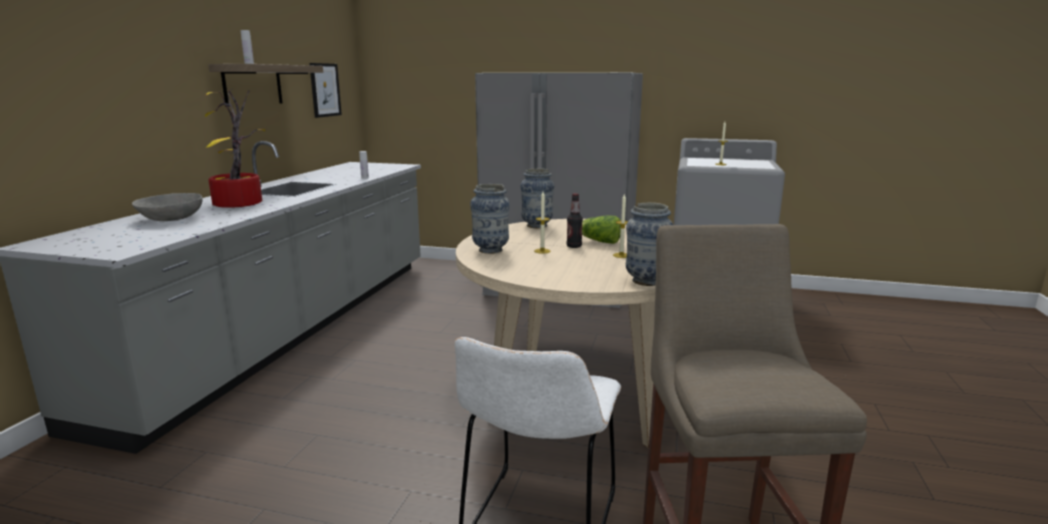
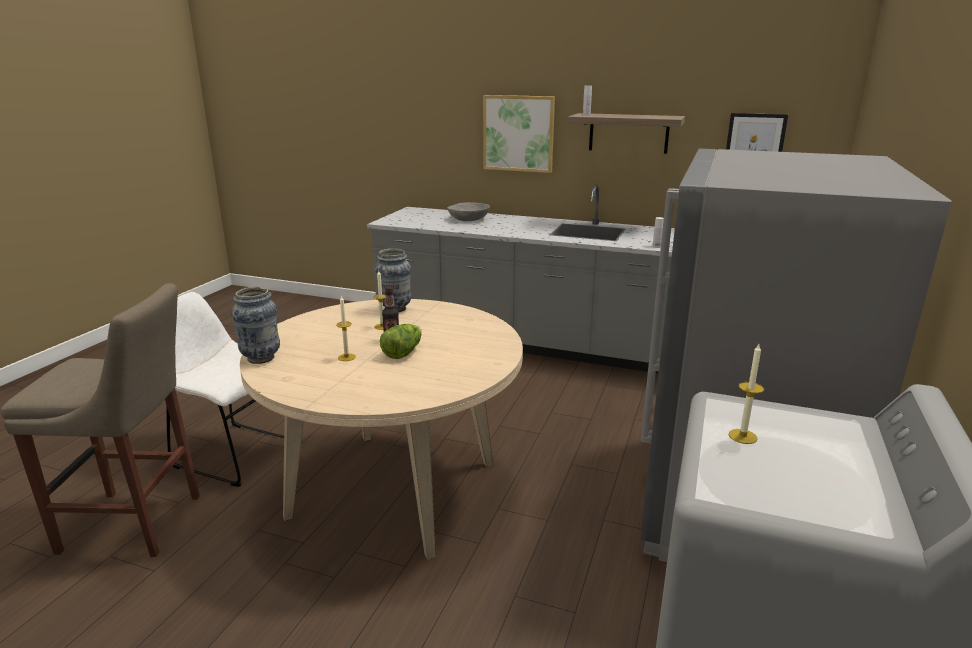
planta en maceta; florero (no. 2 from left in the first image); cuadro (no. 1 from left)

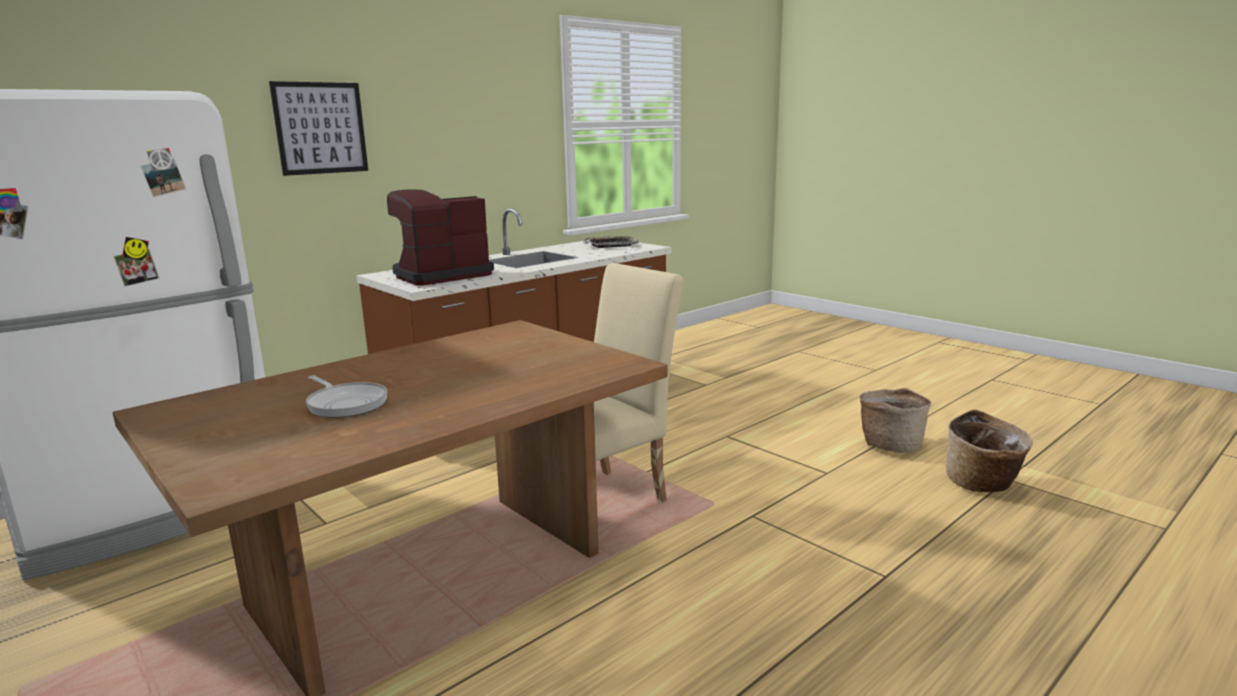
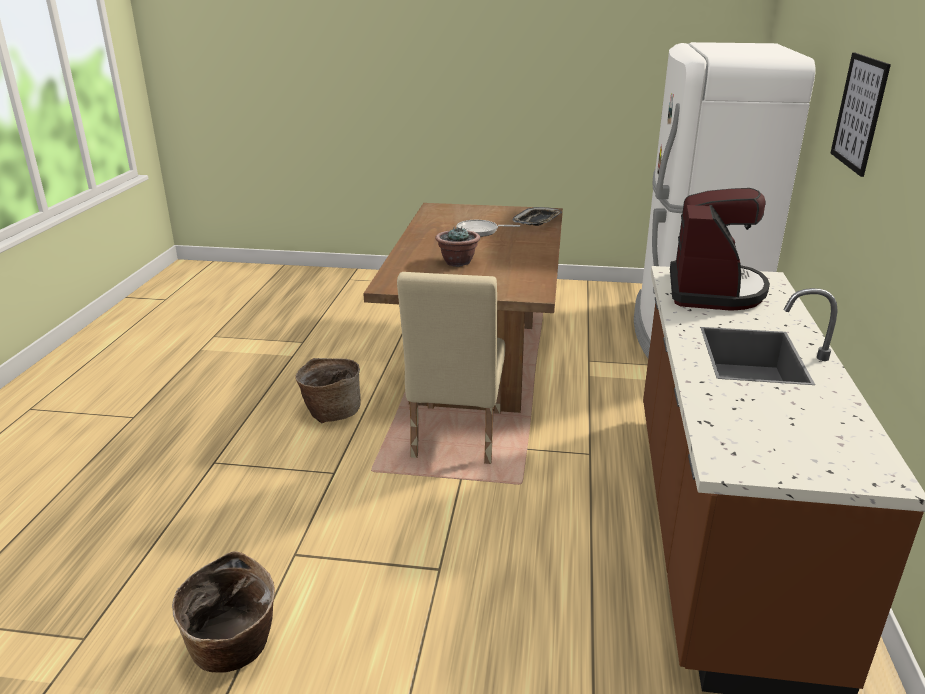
bandeja; cesta (no. 2 from left); planta en maceta

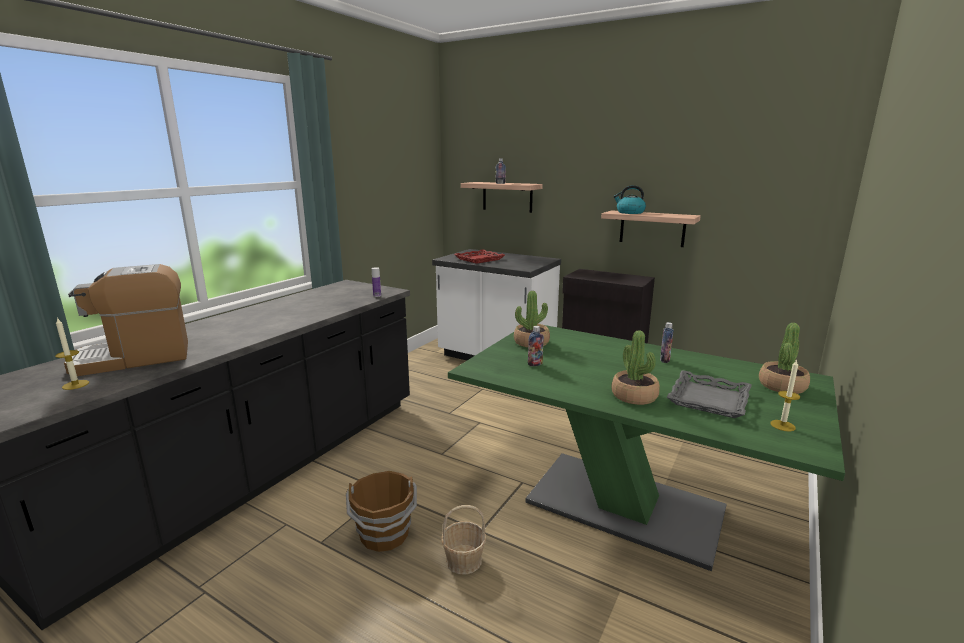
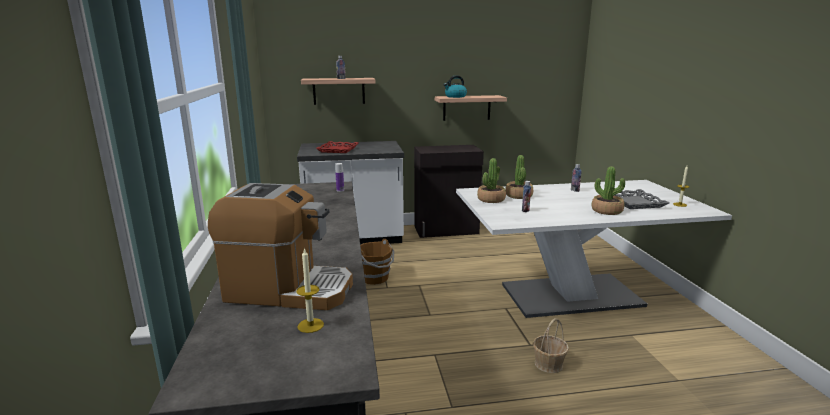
cafetera; cubo [marrón]; mesa de comedor [blanco]; planta en maceta (no. 2 from left)

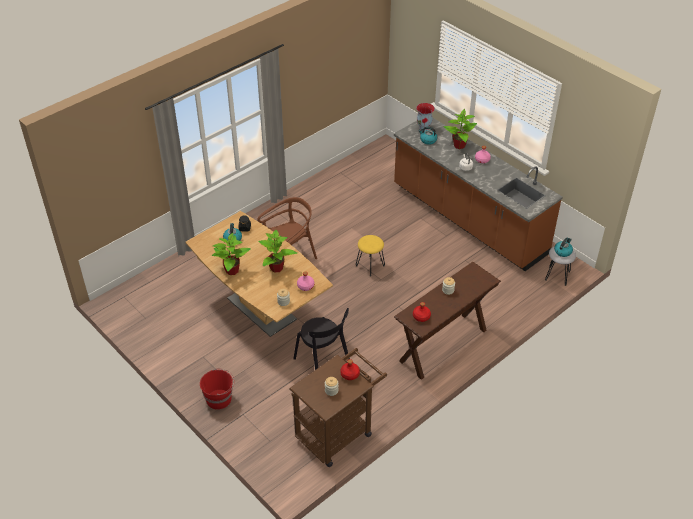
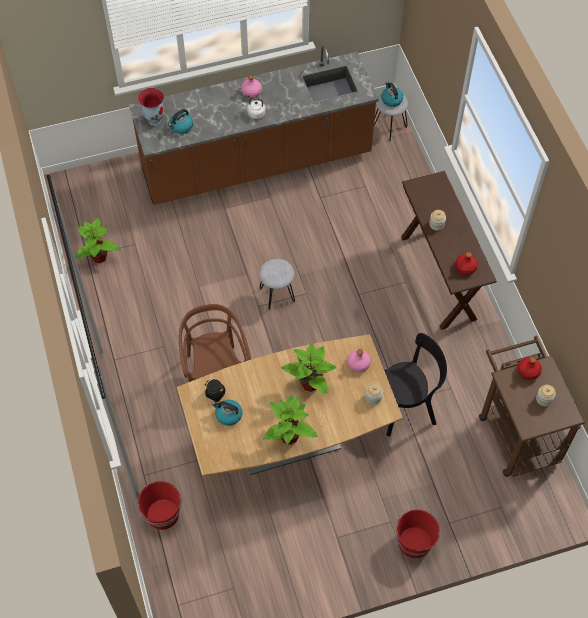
taburete [gris] (no. 1 from left); planta en maceta (no. 1 from left); cubo [rojo] (no. 1 from left)

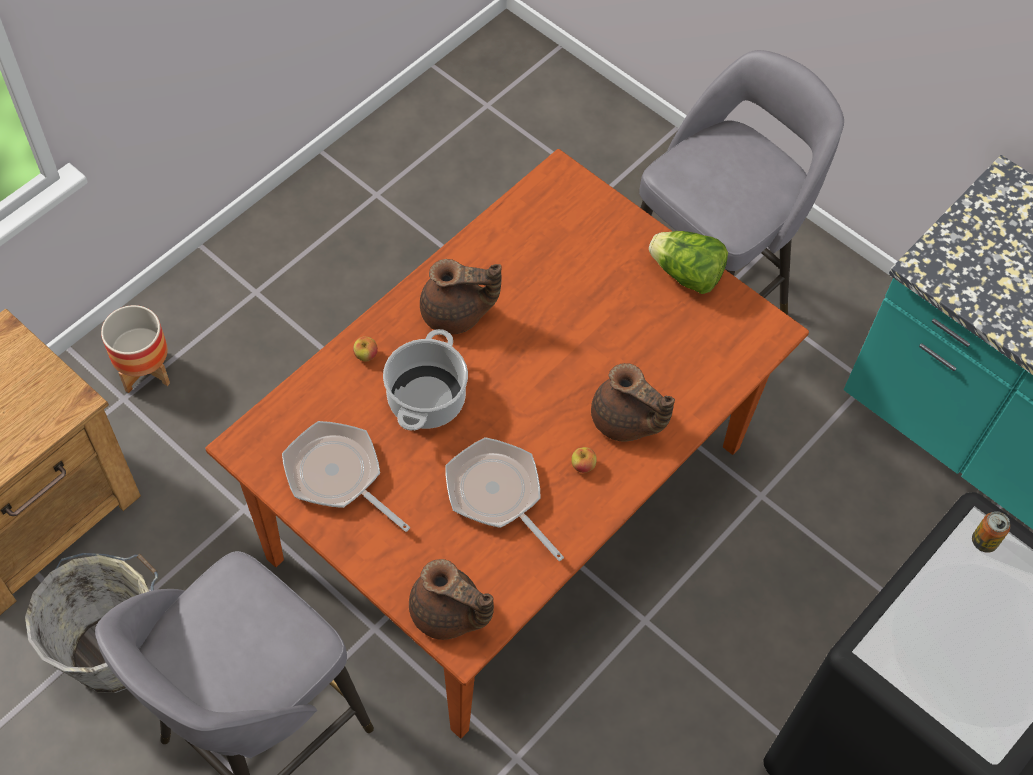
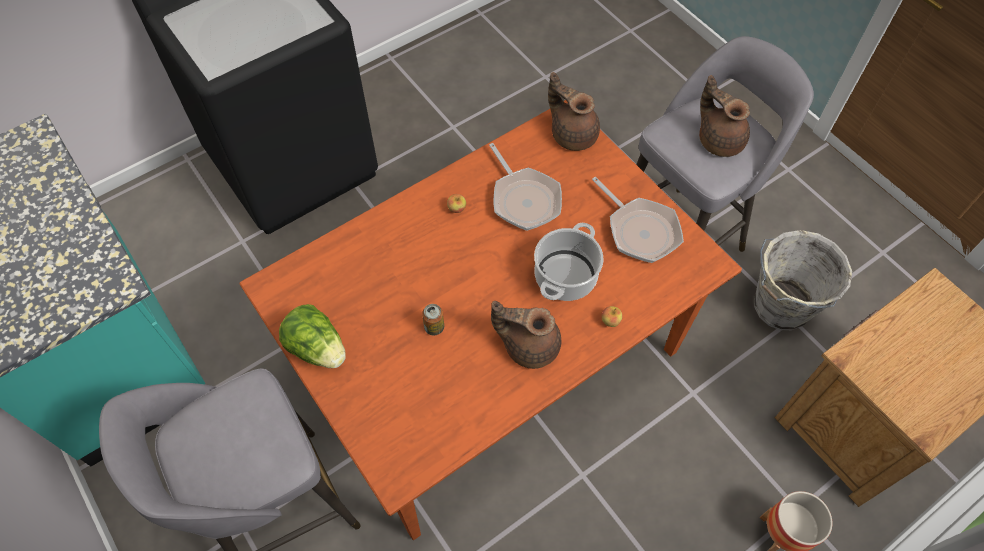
tetera [marrón] (no. 3 from left); lata

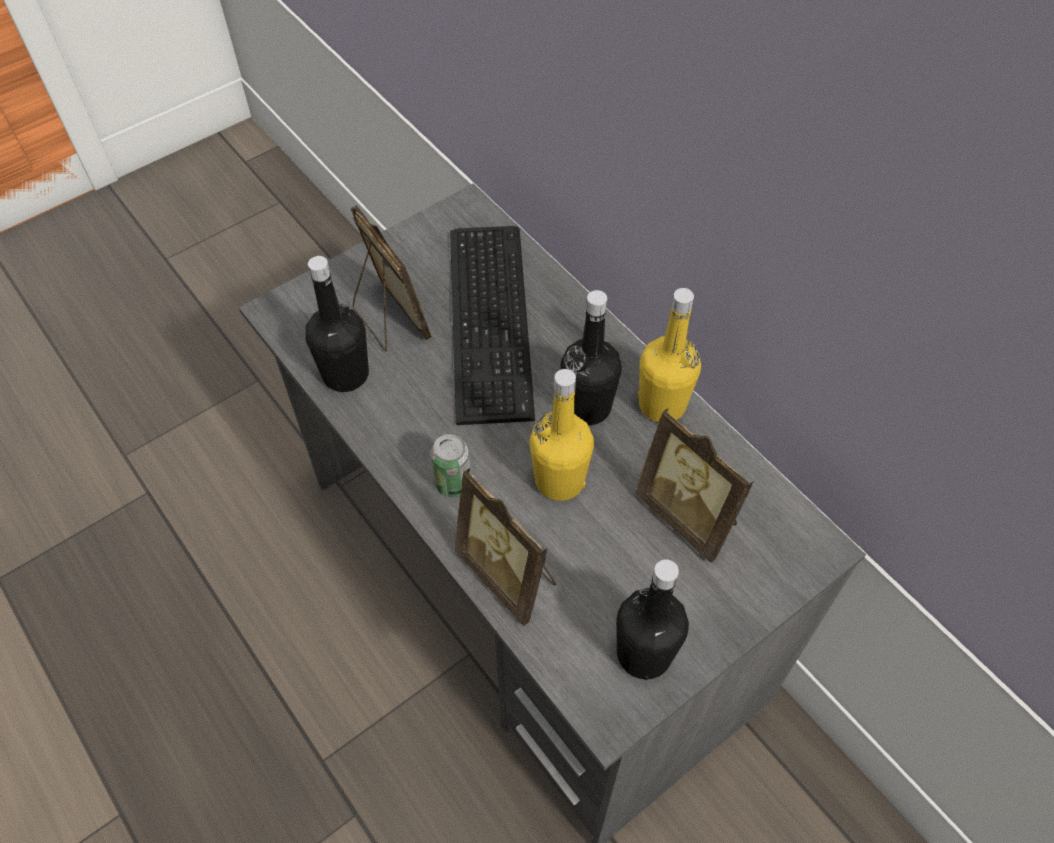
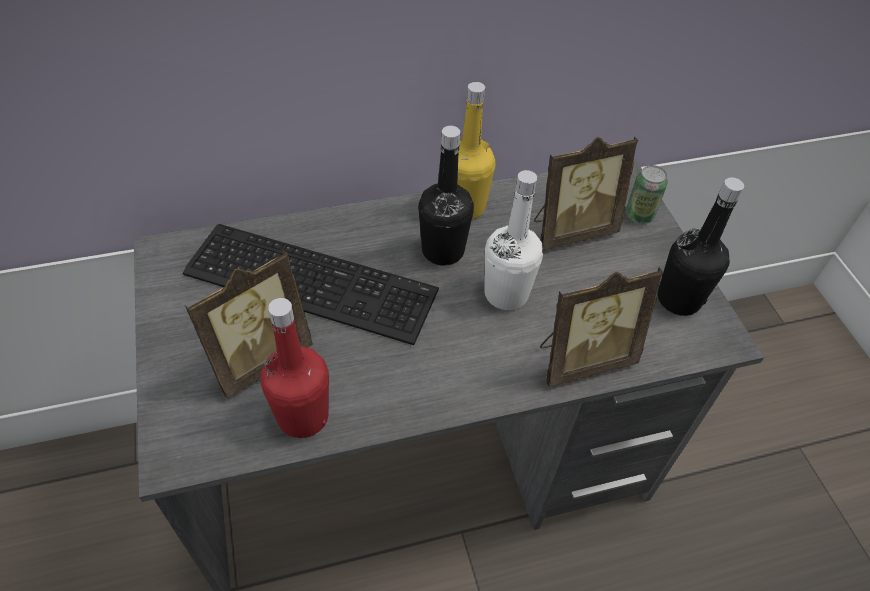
botella [rojo]; portarretratos (no. 1 from left); lata; botella [blanco]

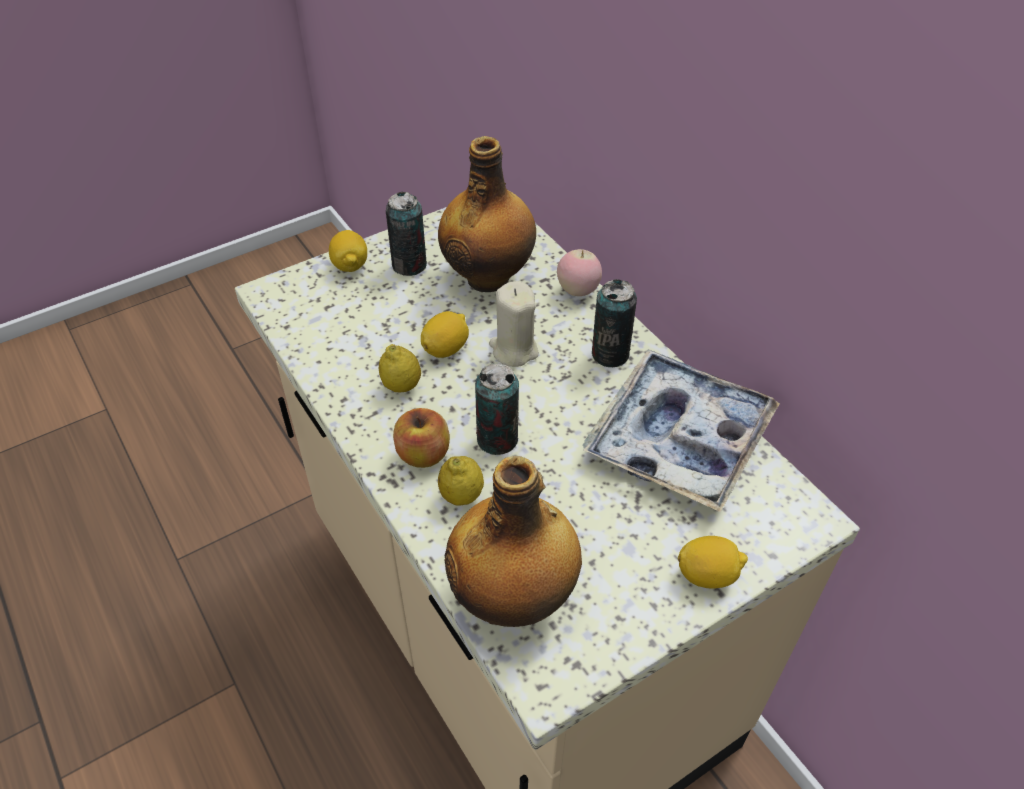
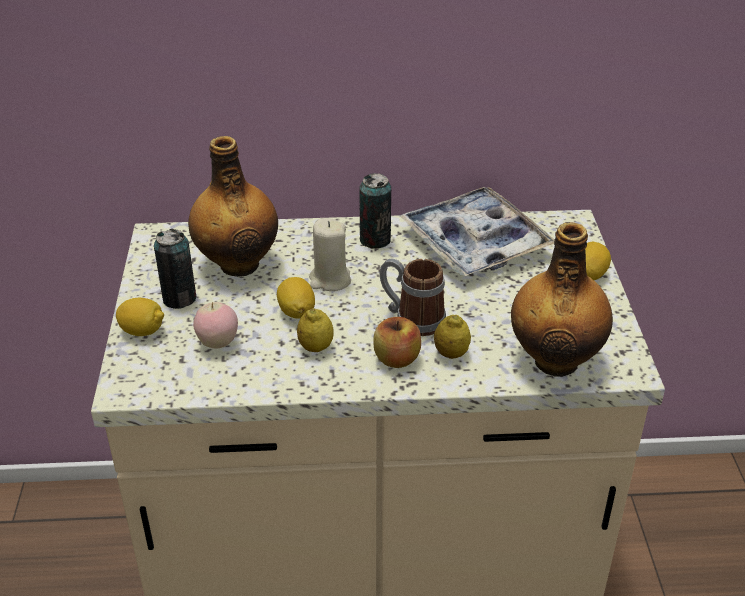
taza grande; manzana (no. 1 from left)

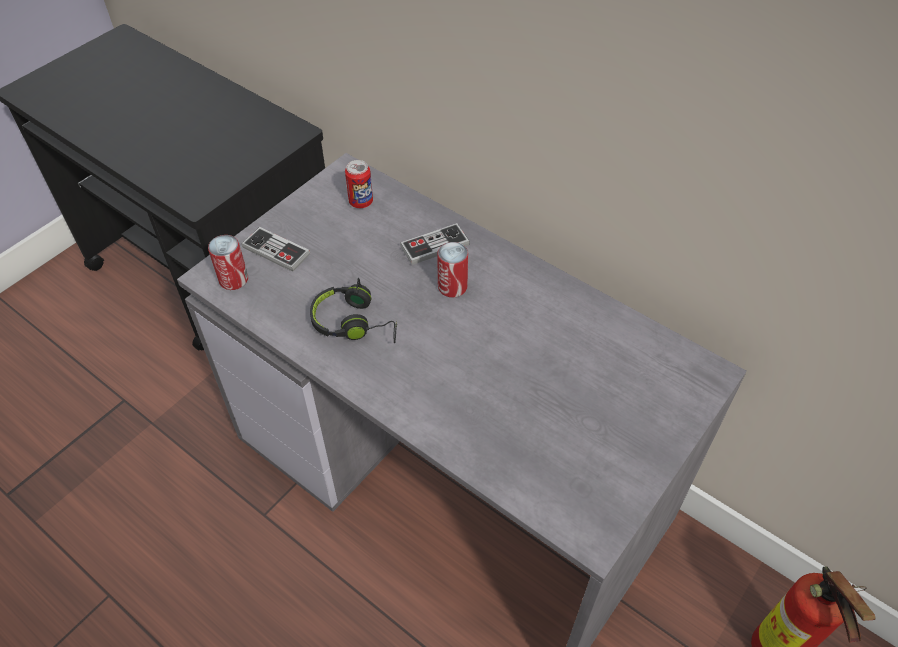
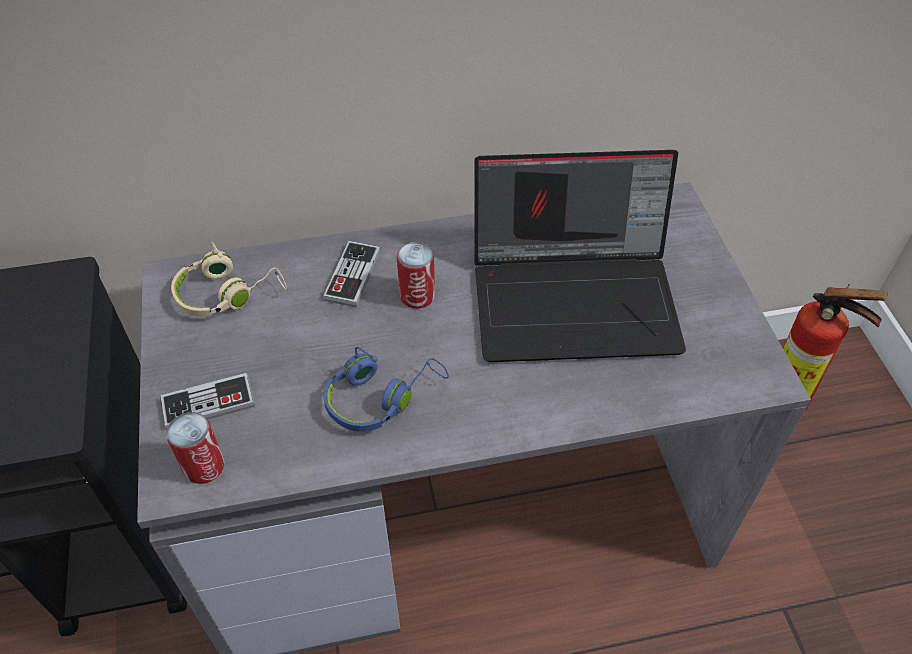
auriculares [azul]; auriculares [beis]; portátil

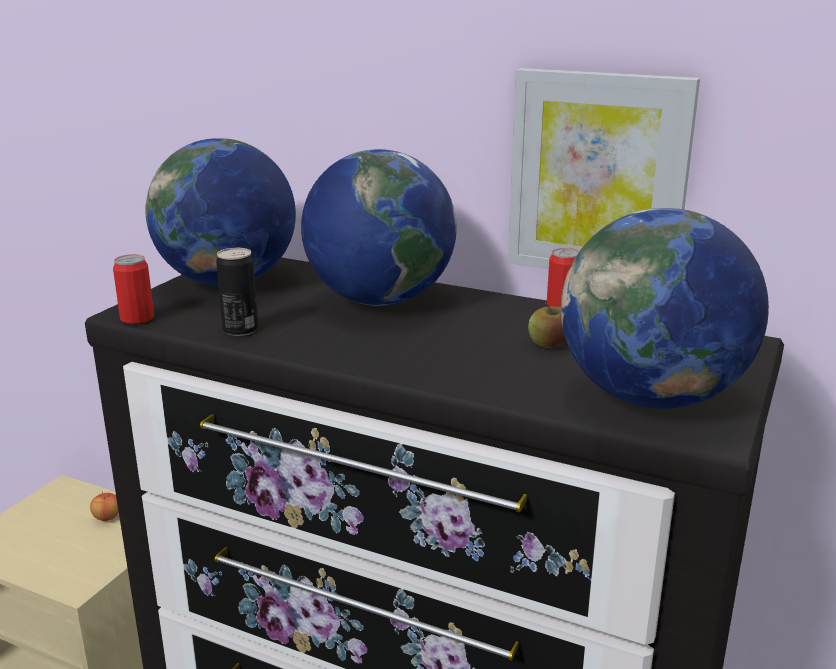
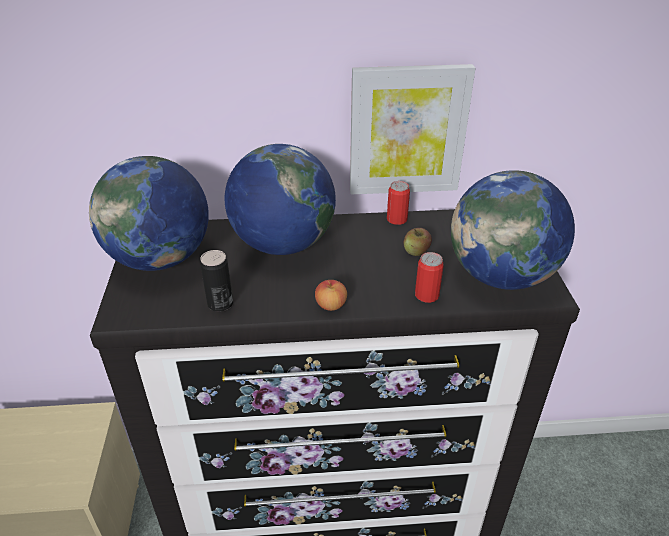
manzana (no. 1 from left); lata (no. 3 from left)

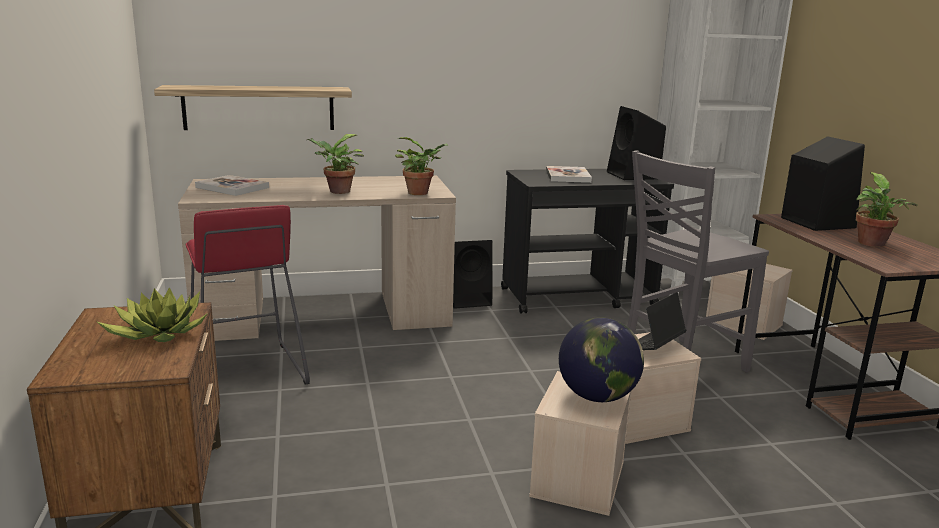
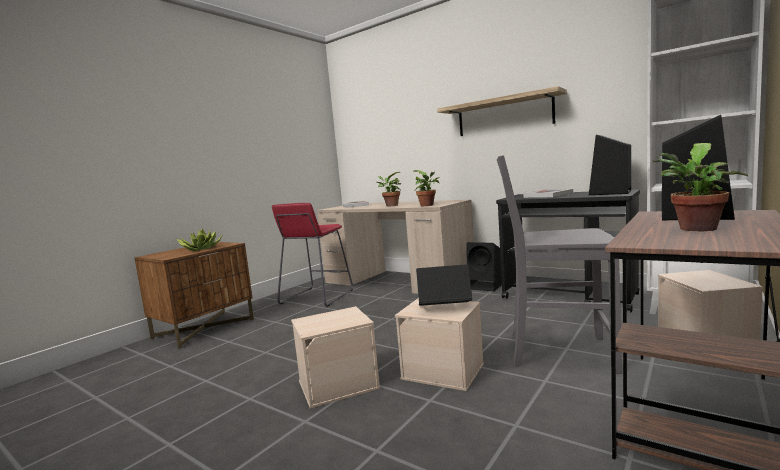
estante; globo terráqueo

